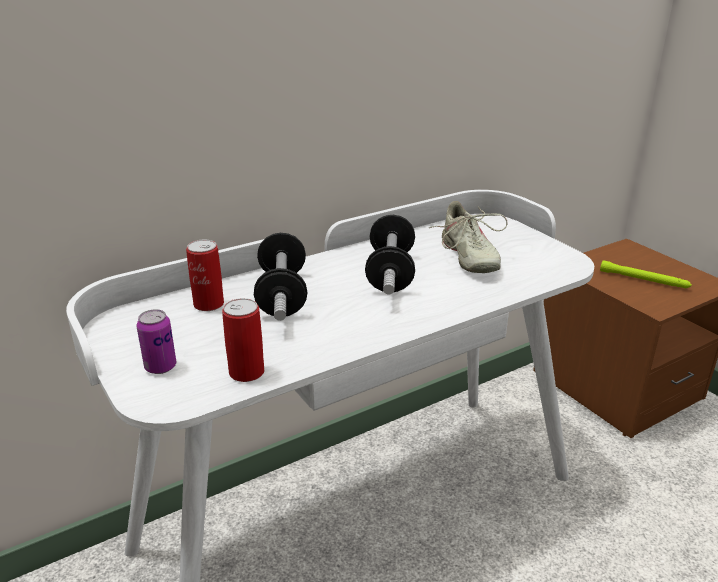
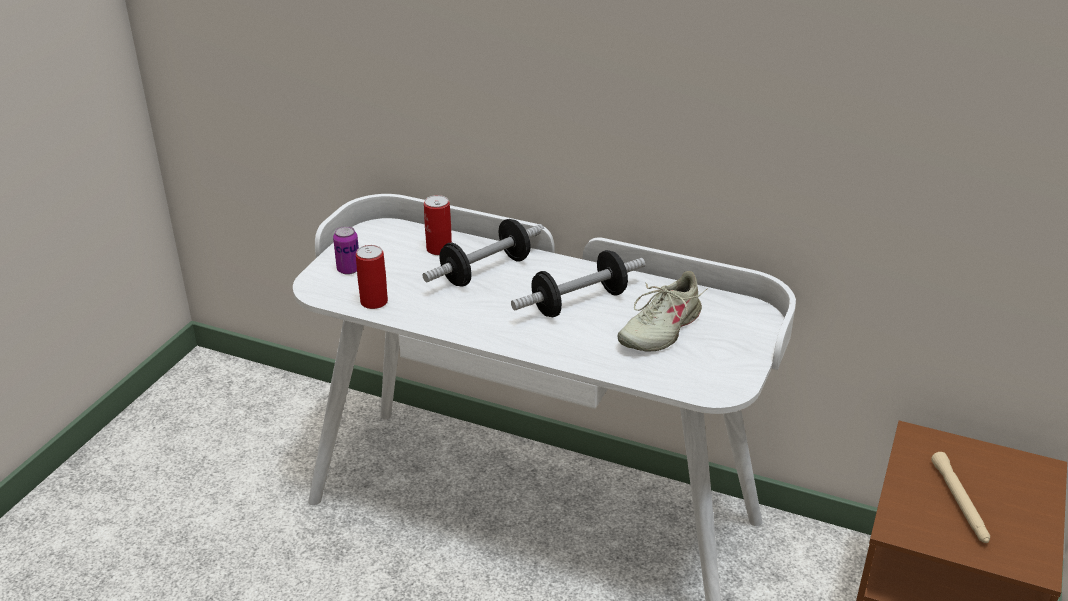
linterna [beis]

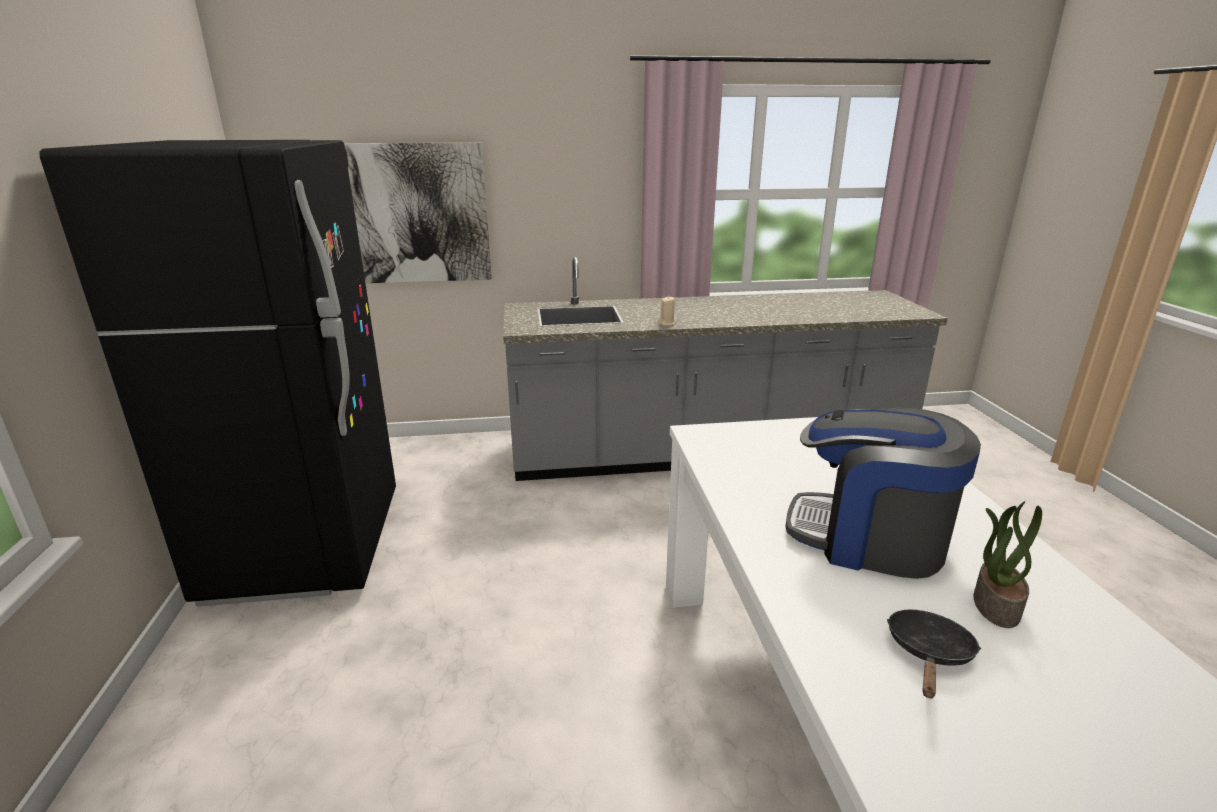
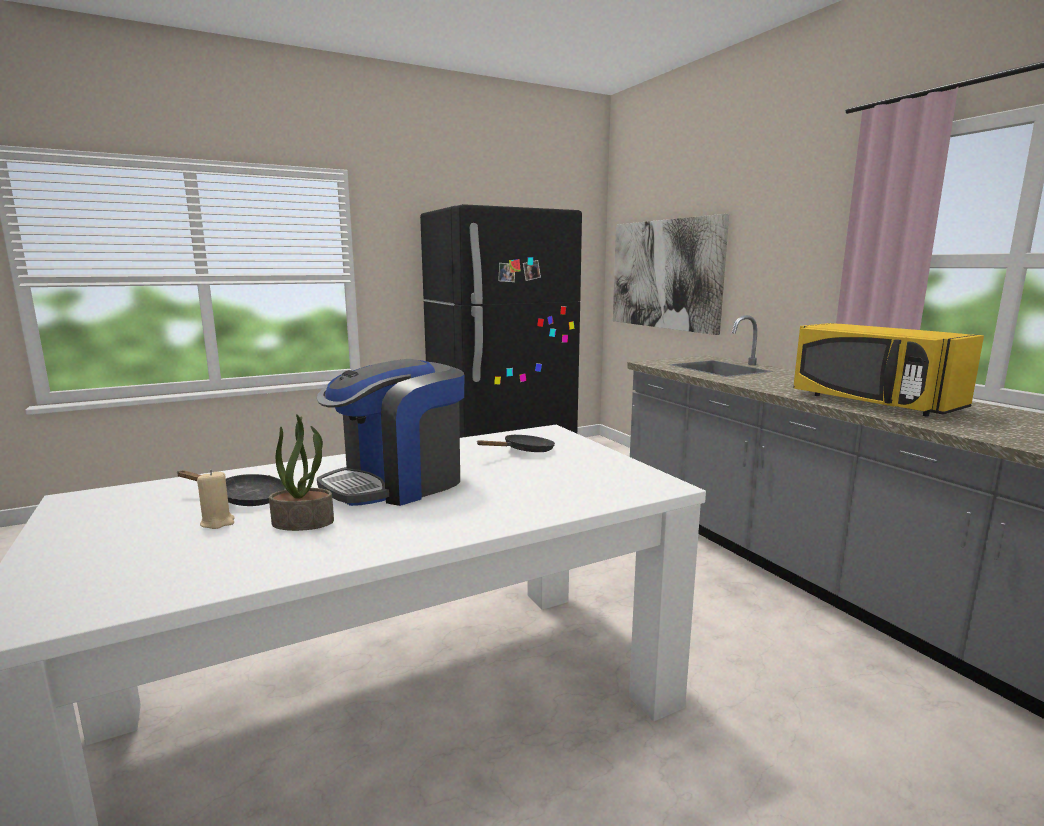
vela [beis]; cafetera; sartén [negro] (no. 2 from left); microondas [amarillo]

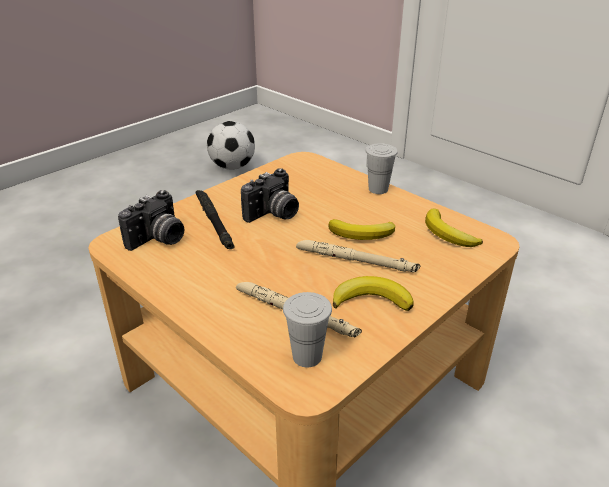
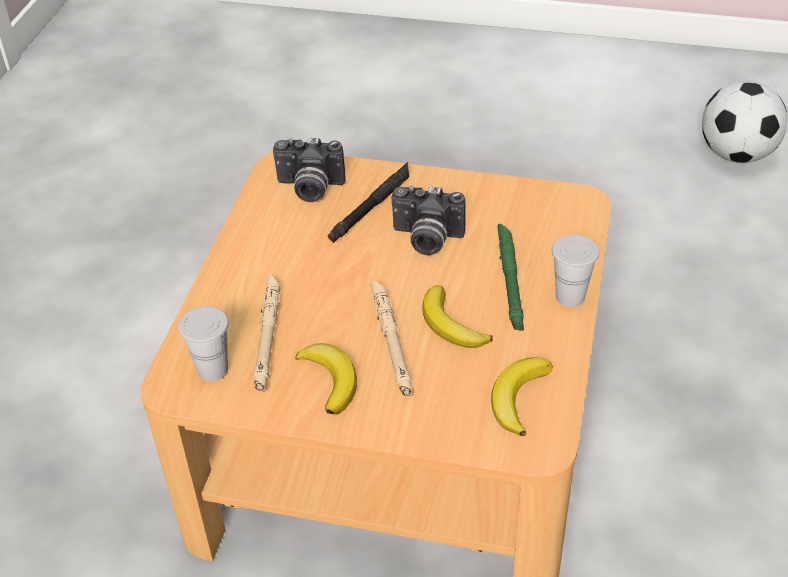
linterna [verde]

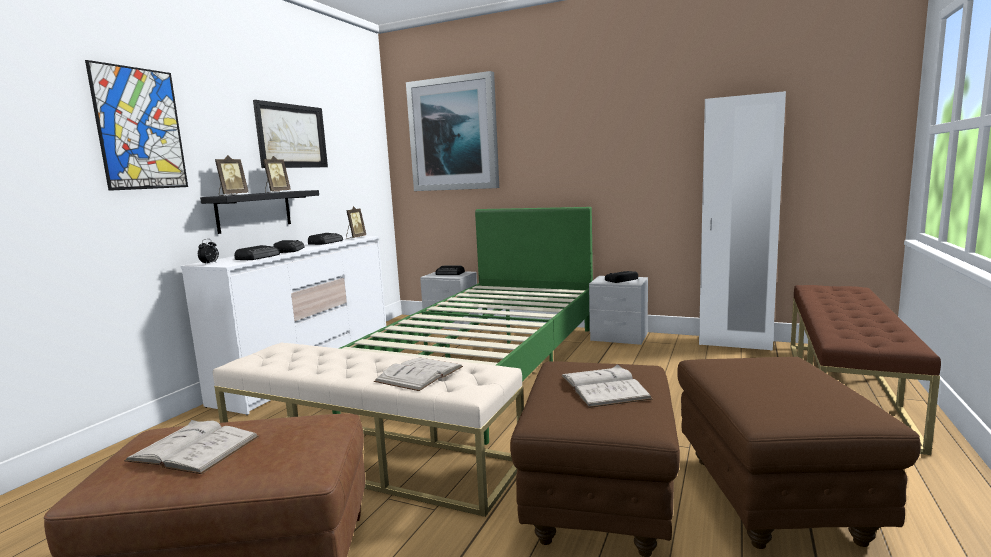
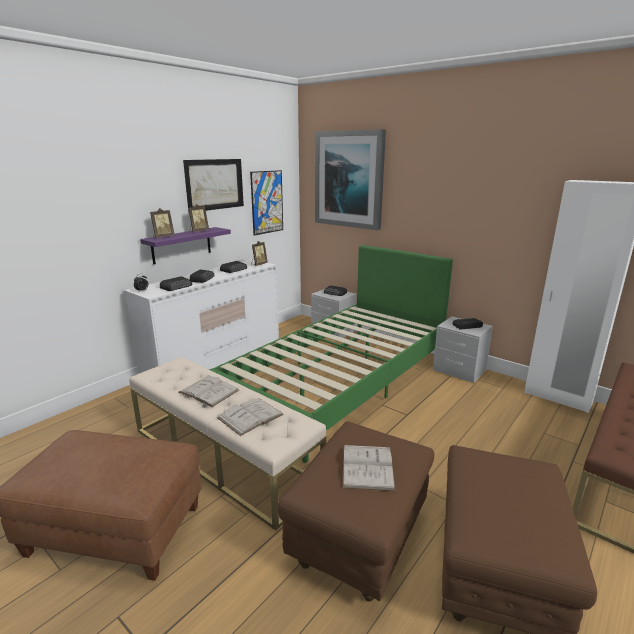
cuadro (no. 2 from left); libro [blanco] (no. 1 from left); estante [morado]

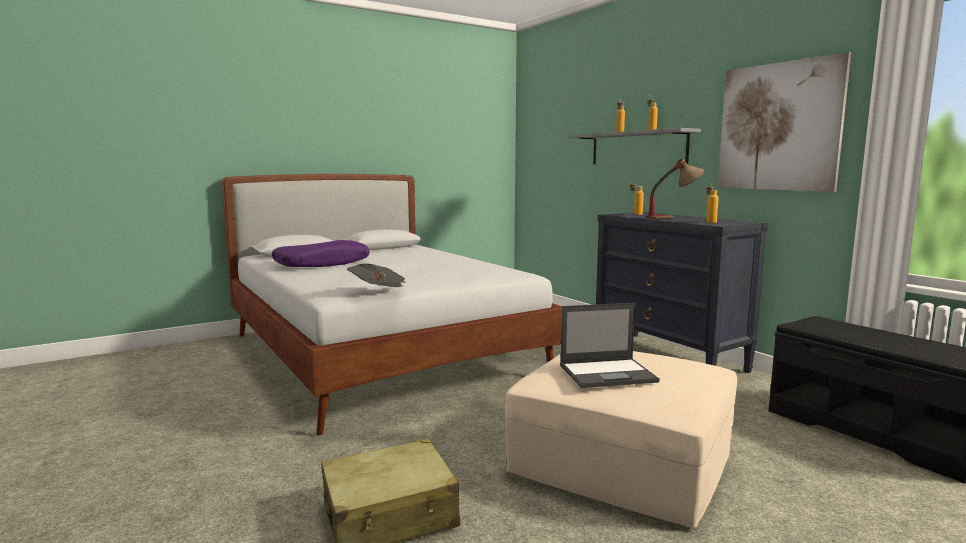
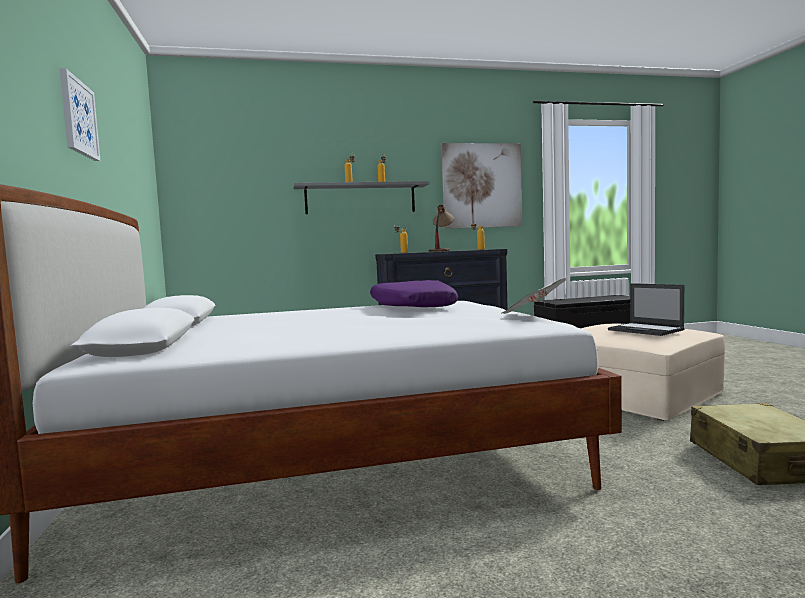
cojín [morado]; portátil; cuadro (no. 1 from left)

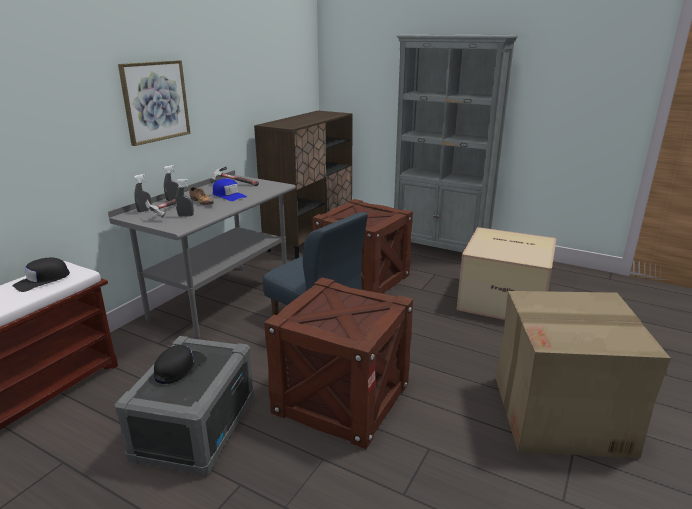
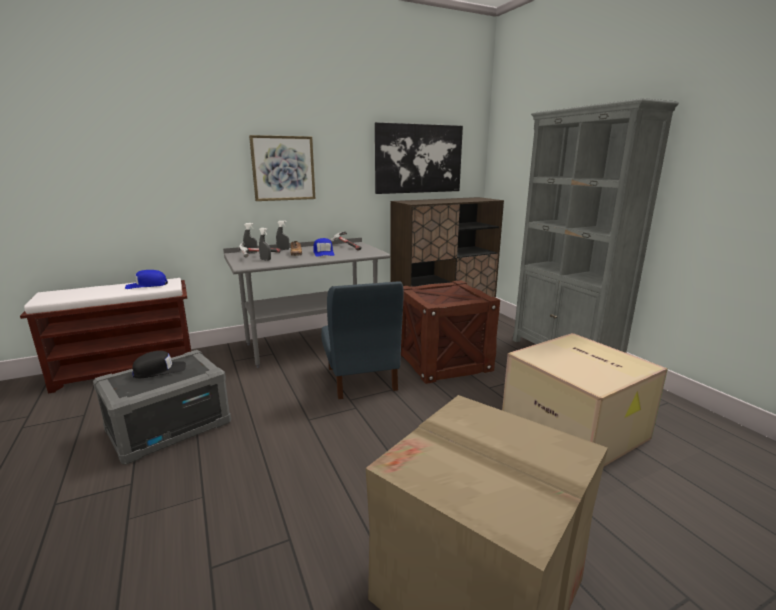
gorra [azul] (no. 1 from left); caja de embalaje (no. 1 from left in the first image); cuadro (no. 2 from left)

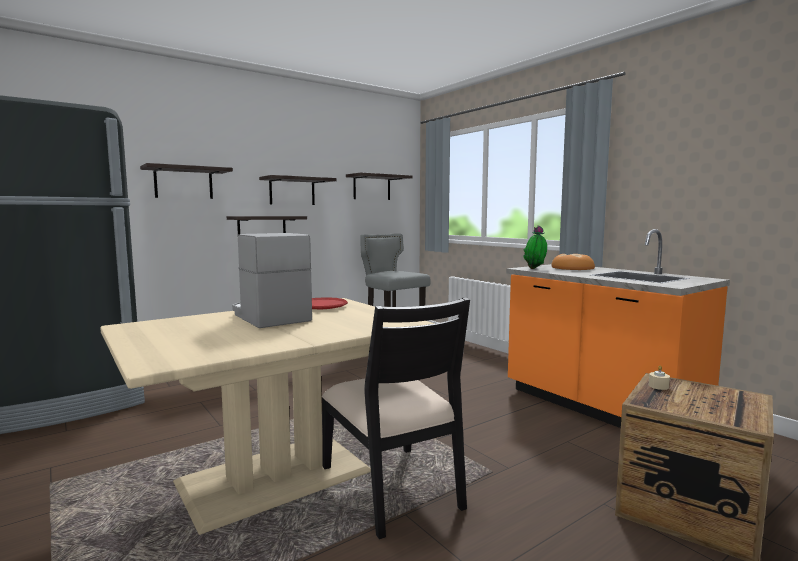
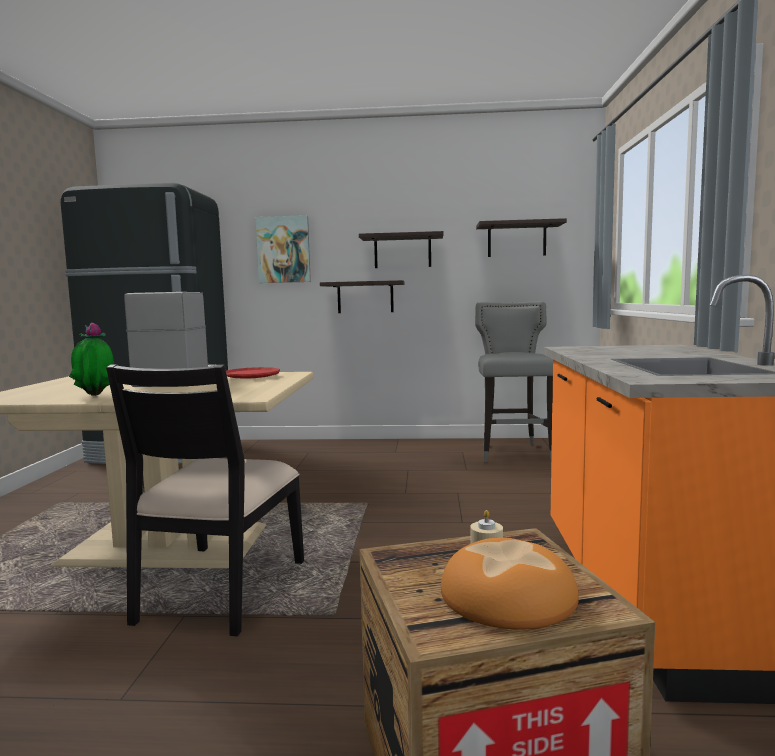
cuadro; planta en maceta; pan

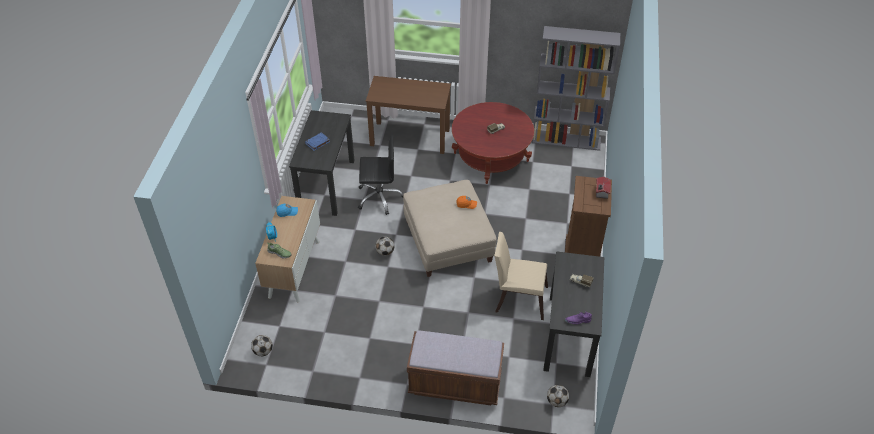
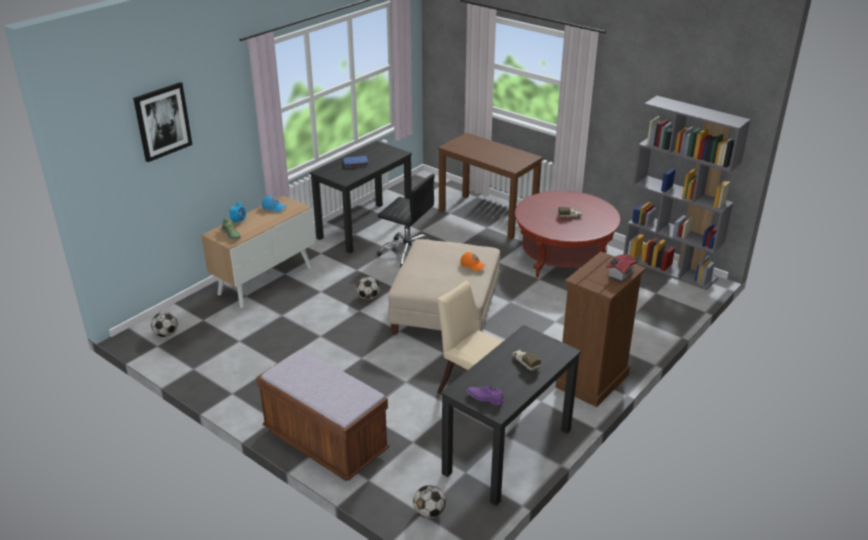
cuadro

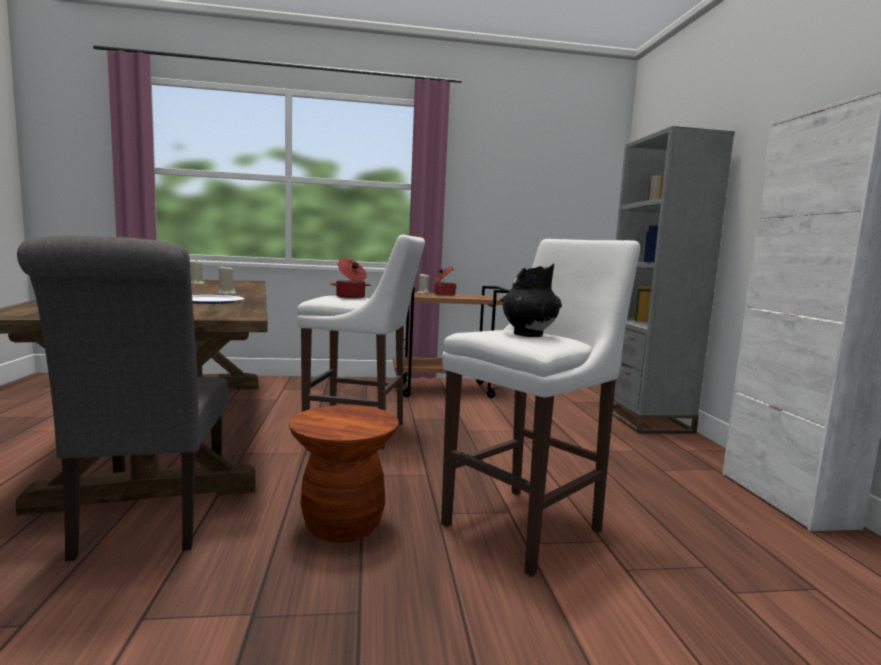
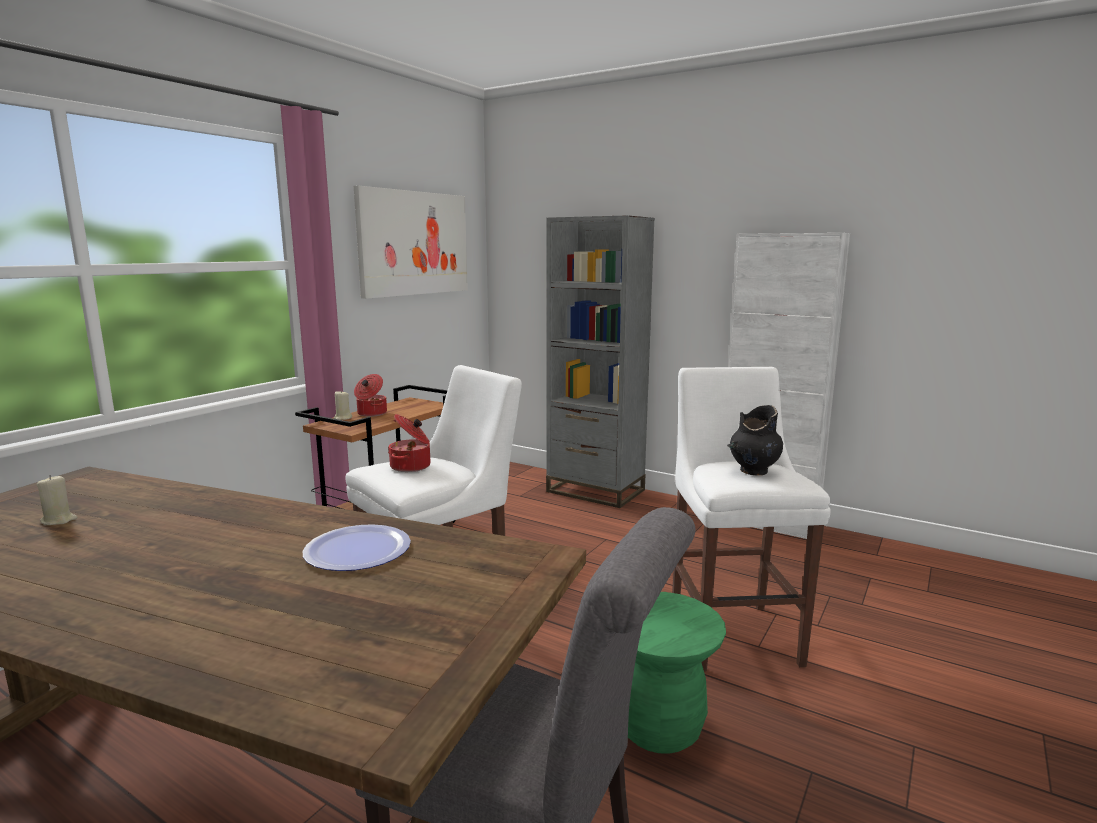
vela [beis] (no. 2 from left in the first image); taburete [verde]; cuadro

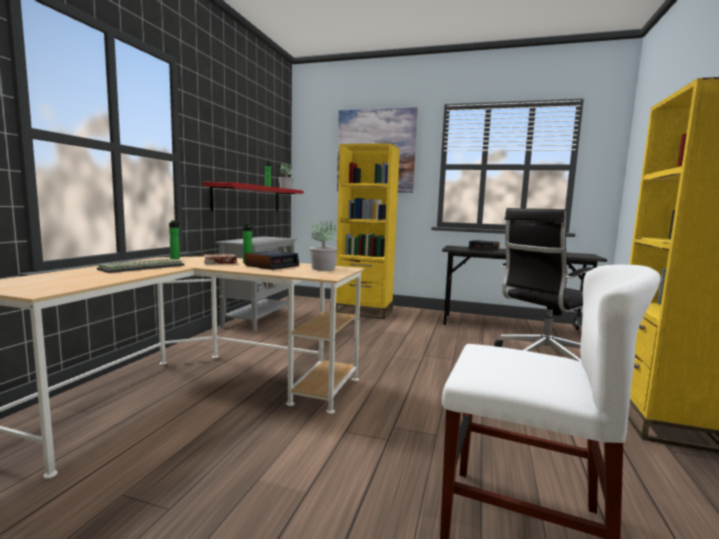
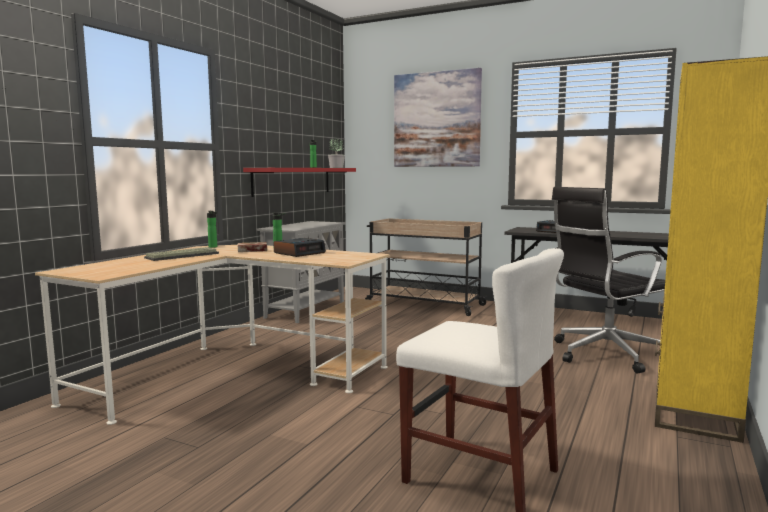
planta en maceta (no. 2 from left in the first image); carrito [beis]

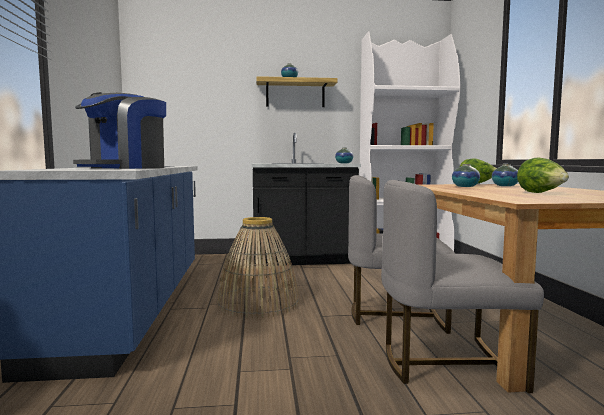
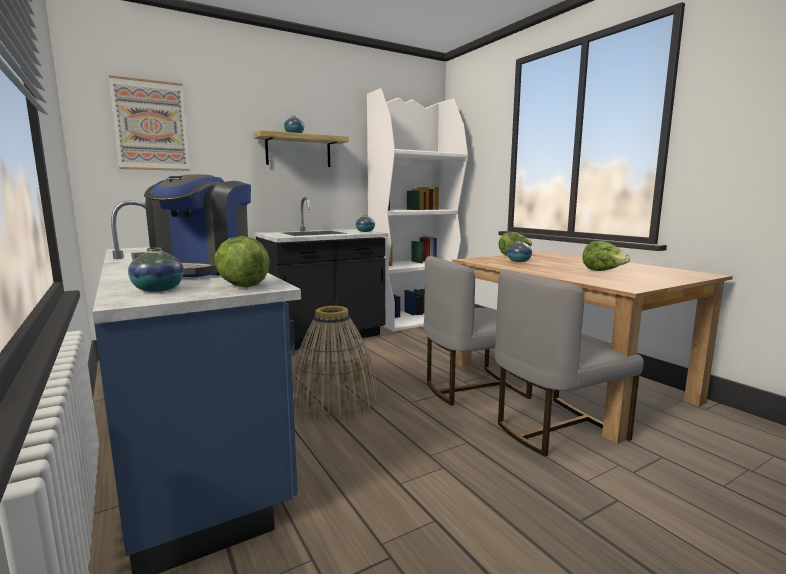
florero (no. 1 from left); cuadro; lechuga (no. 1 from left)

